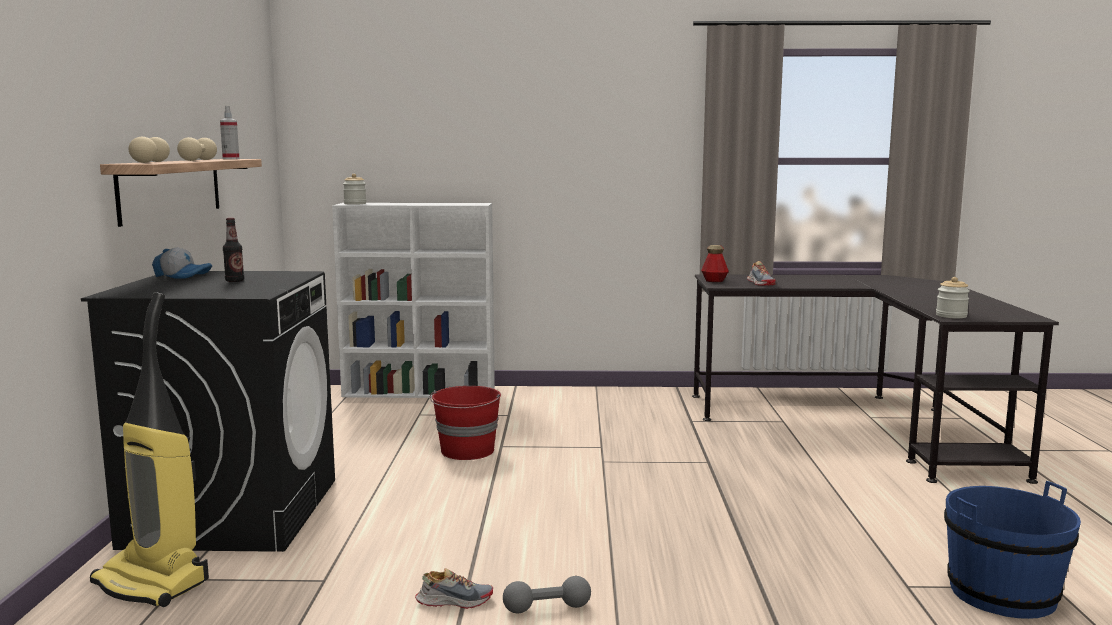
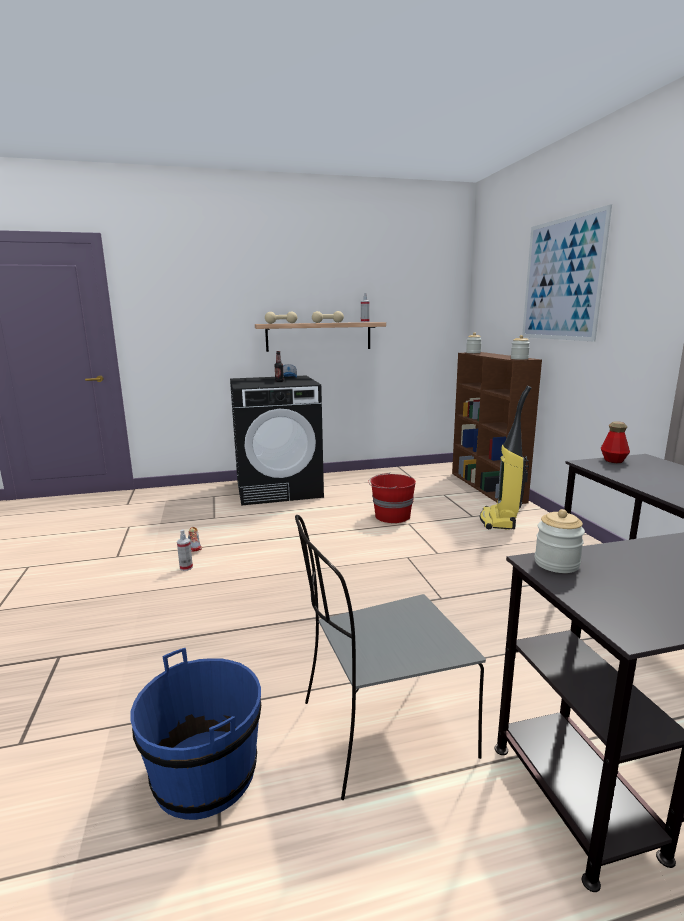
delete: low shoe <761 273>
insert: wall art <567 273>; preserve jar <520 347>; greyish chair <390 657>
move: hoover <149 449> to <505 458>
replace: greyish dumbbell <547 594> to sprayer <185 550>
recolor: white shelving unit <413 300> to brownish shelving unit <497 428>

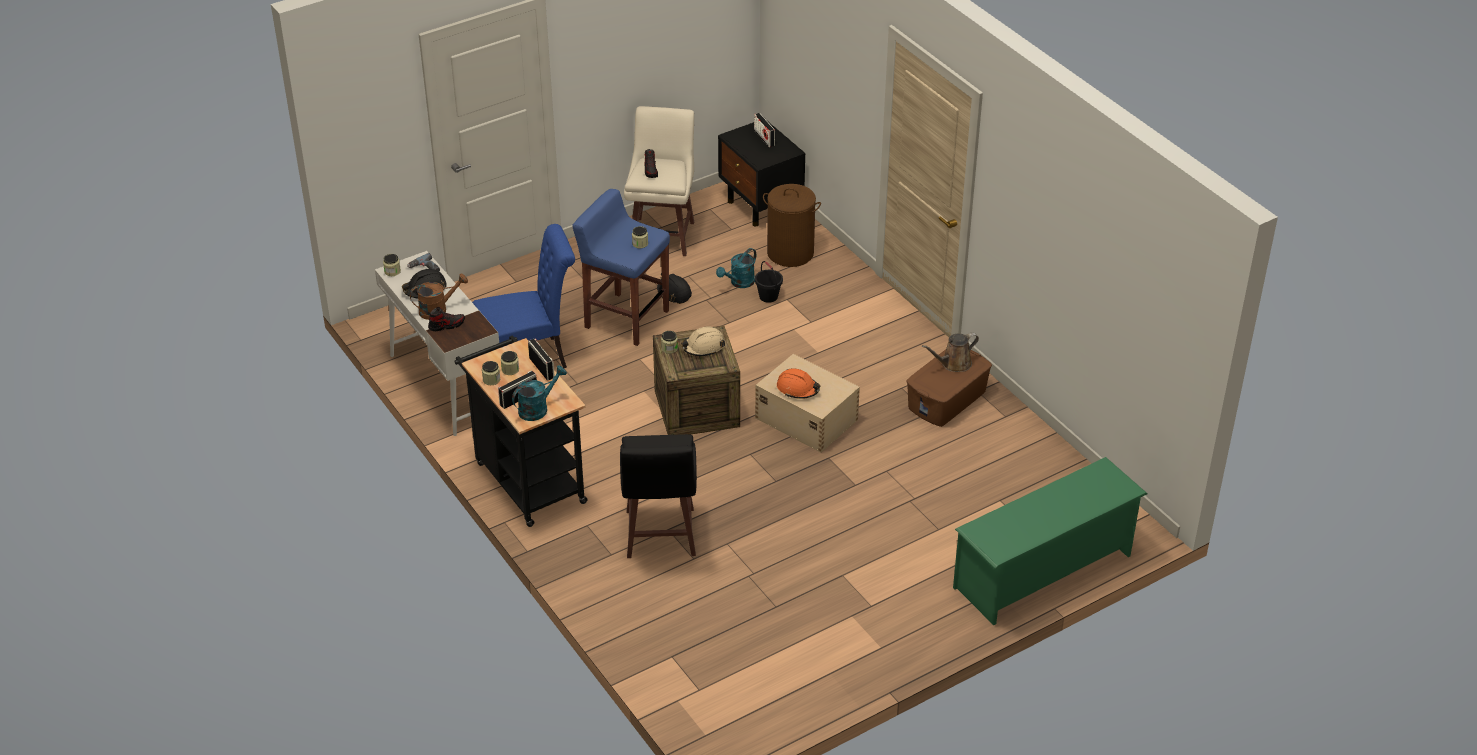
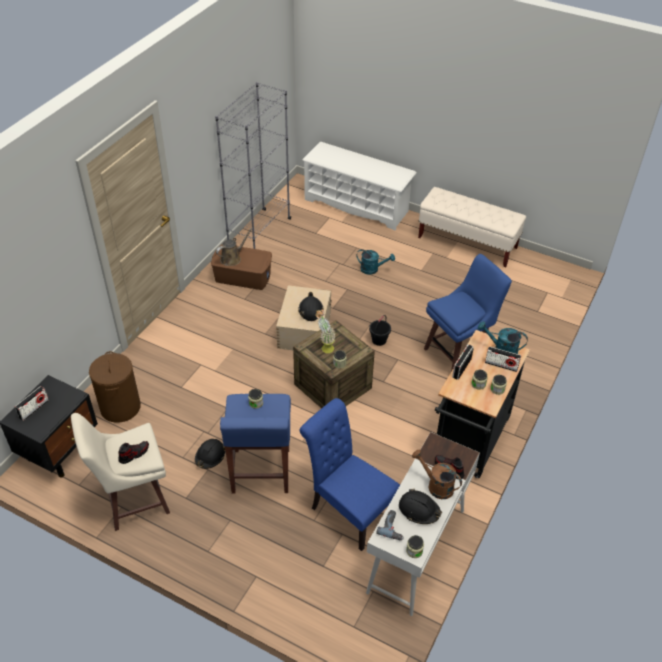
insert: greyish shelving unit <253 165>; sand-coloured bench <472 227>
move: blue-green sprinkling can <736 268> to <375 262>; black-coloured water bucket <769 282> to <380 330>
replace: sand-coloured hard hat <703 341> to potted plant <325 331>
recolor: orangey hard hat <798 383> to black-coloured hard hat <311 306>; black-coloured stool <658 496> to blue stool <468 312>; green-coloured shoe rack <1050 541> to white shoe rack <359 186>
rotate: brownish sprinkling can <950 352> = <234 247> 75 degrees counterclockwise

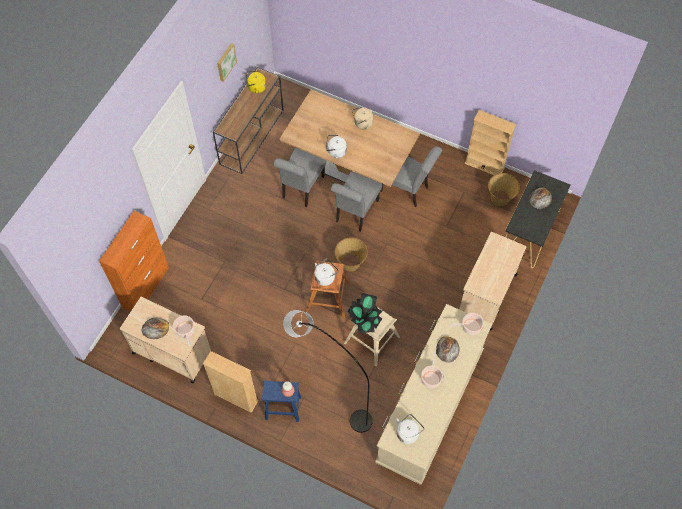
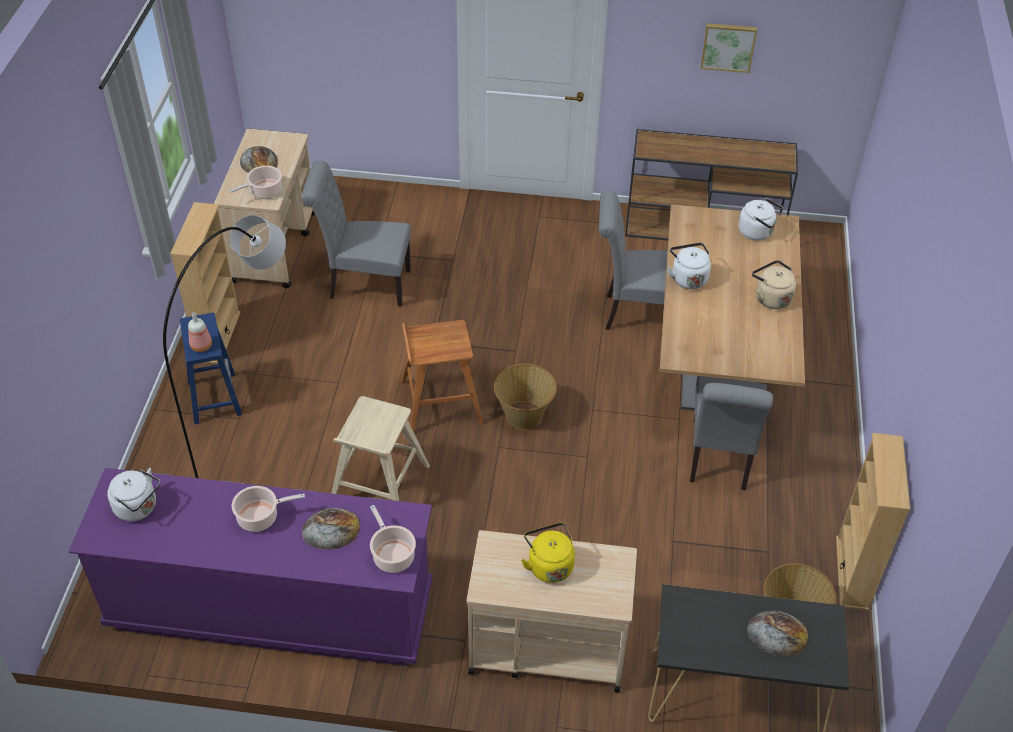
delete: orangey cabinet <134 261>; potted plant <364 313>
move: yellow water kettle <256 82> to <548 553>; greyish chair <356 201> to <356 233>; white water kettle <327 272> to <761 219>
recolor: sand-coloured drawer chest <433 394> to purple drawer chest <250 566>

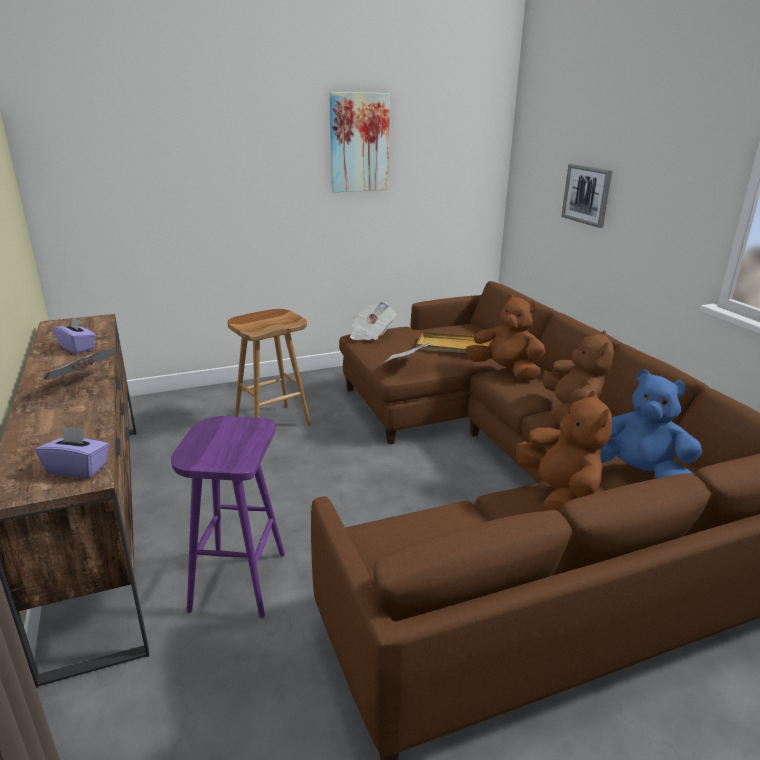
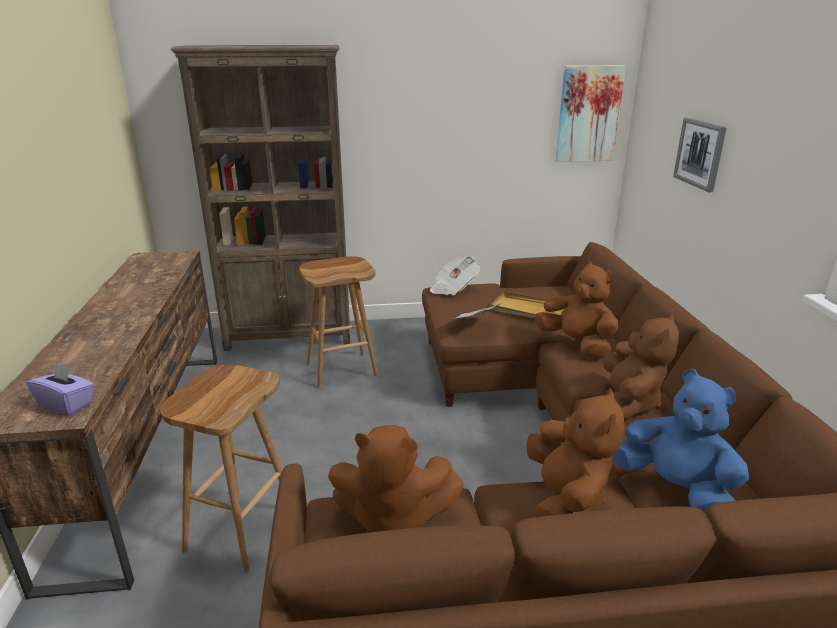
delete: purple tissue box <74 335>; daily paper <79 365>
insert: brownish shelving unit <260 198>; brownish soft toy <396 478>
move: wall art <359 142> to <590 113>
recolor: purple stool <228 517> to brownish stool <221 469>

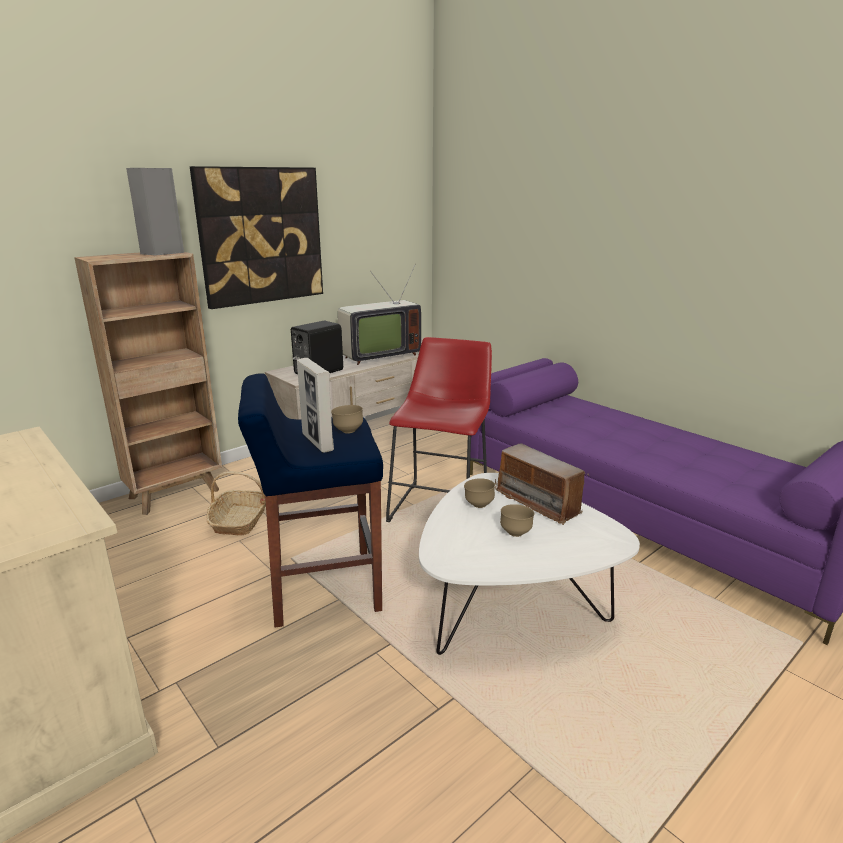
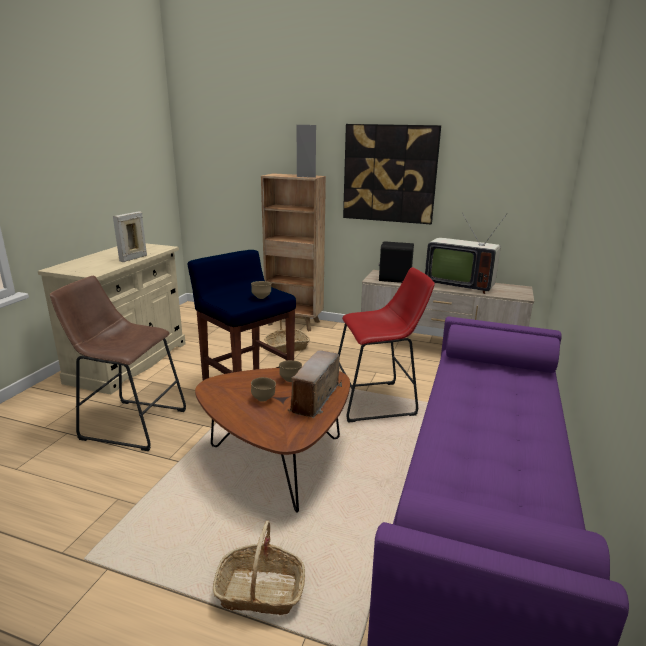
insert: brownish stool <118 363>; storage basket <259 567>
move: photo frame <315 405> to <130 236>
recolor: white low table <529 564> to brownish low table <272 440>

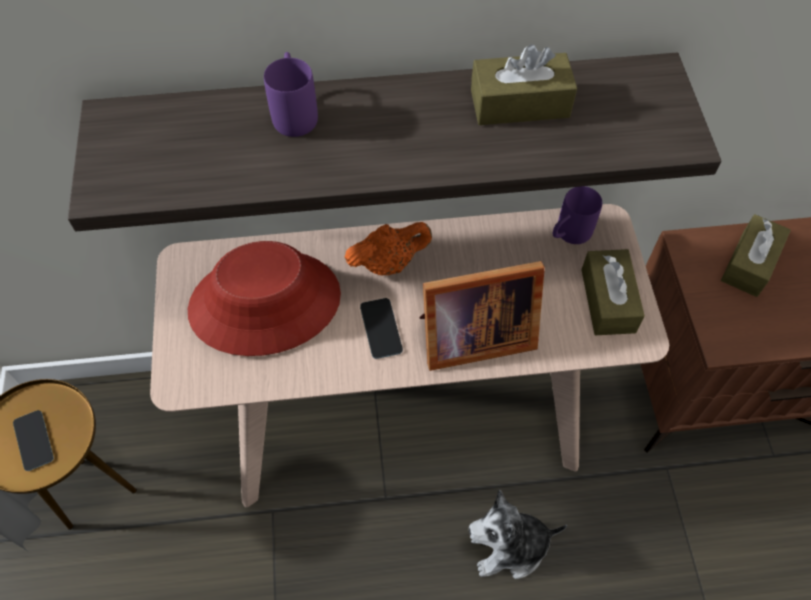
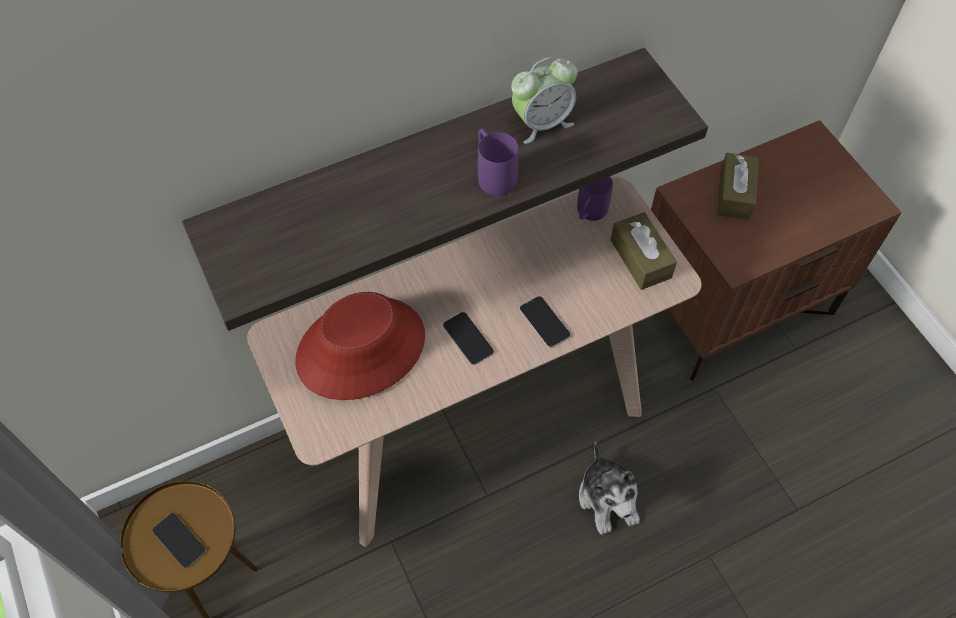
delete: orangey teapot <388 248>
move: purple coffee mug <291 94> to <498 162>
replace: brownish tissue box <524 84> to bedside clock <544 100>; photo frame <482 316> to handset <545 322>
rotate: soft toy <518 534> = <609 488> 75 degrees counterclockwise

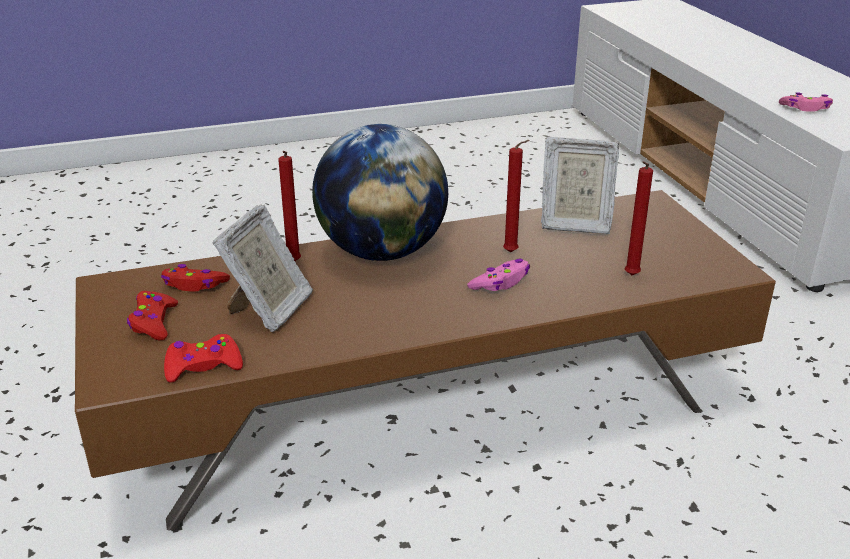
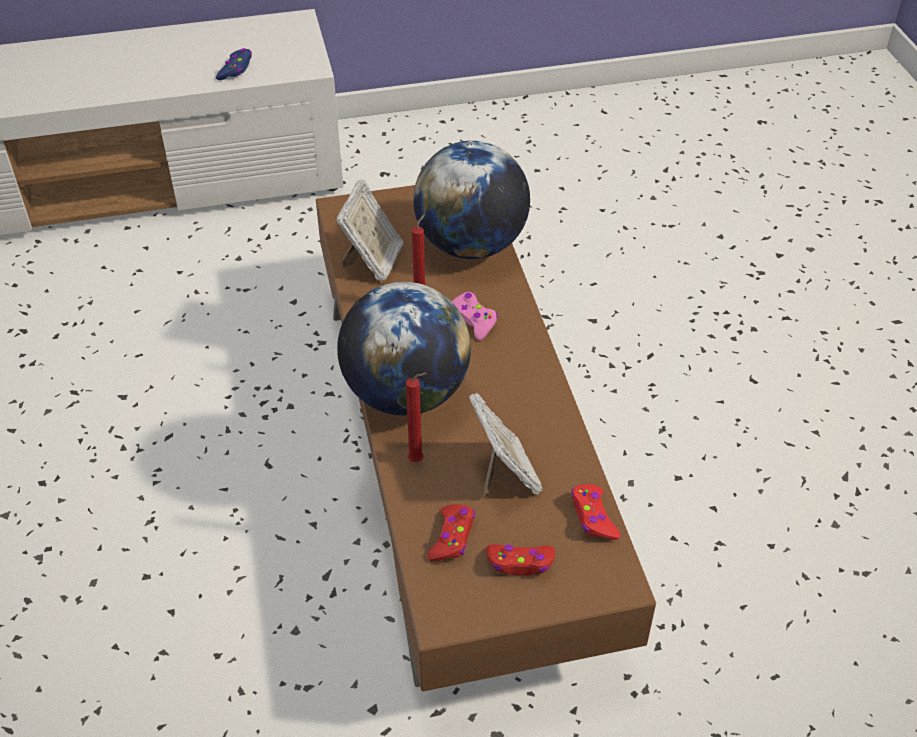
replace: red wax candle <639 218> to globe <471 200>
recolor: pink-coloured gamepad <806 102> to blue gamepad <234 64>
rotate: photo frame <263 268> = <505 445> 45 degrees clockwise

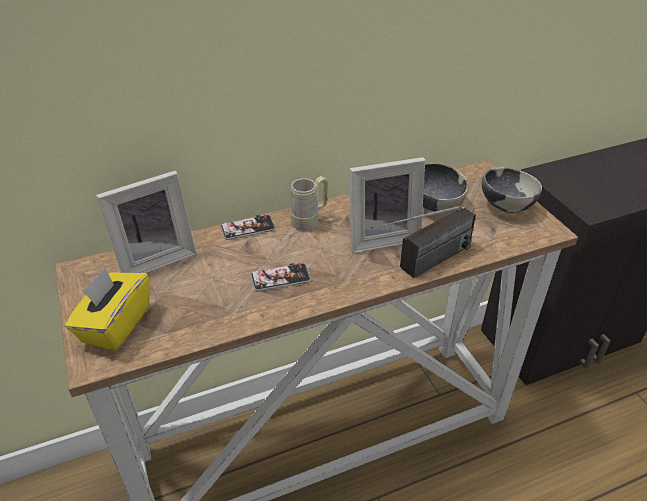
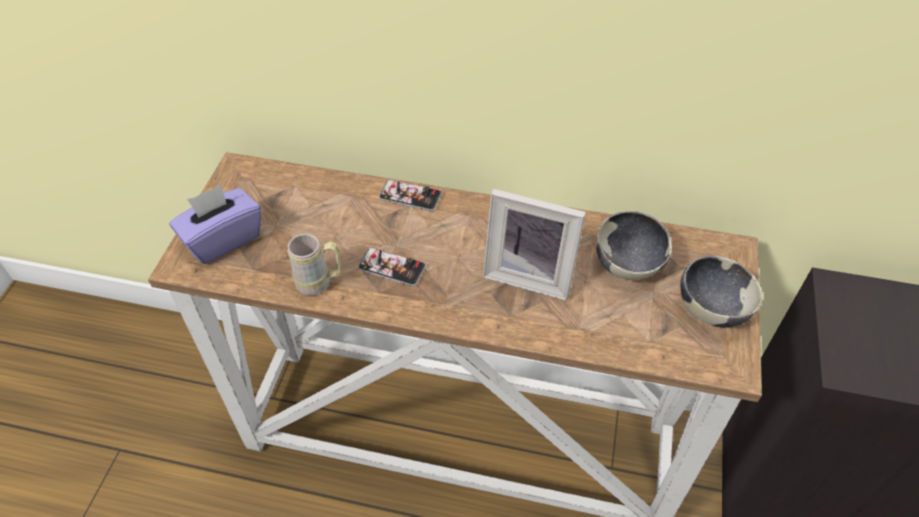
delete: photo frame <146 222>; radio receiver <423 242>
move: sand-coloured coffee mug <309 203> to <315 265>
recolor: yellow tissue box <107 309> to purple tissue box <215 224>

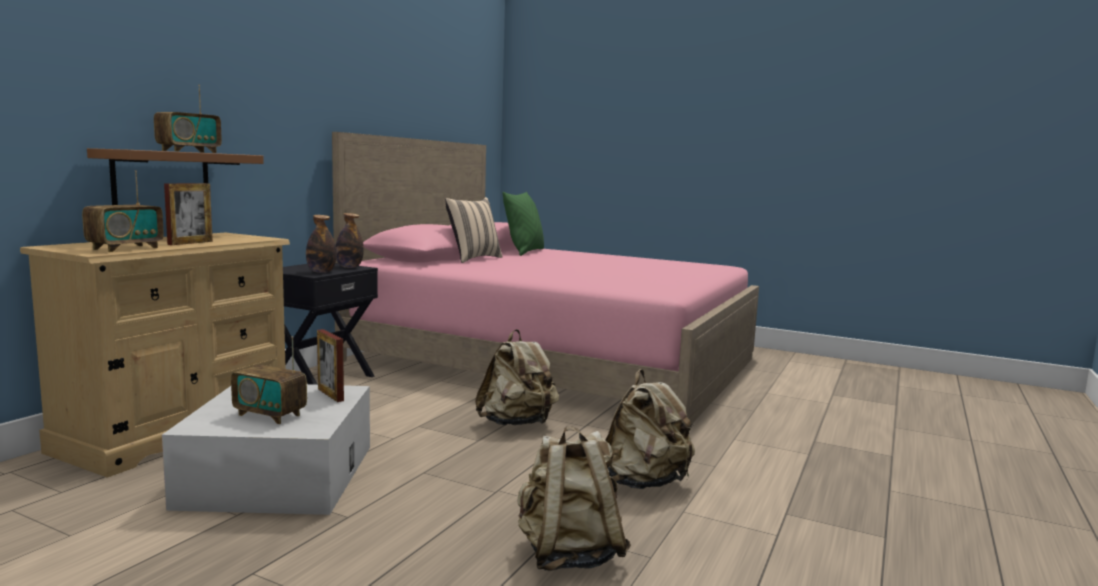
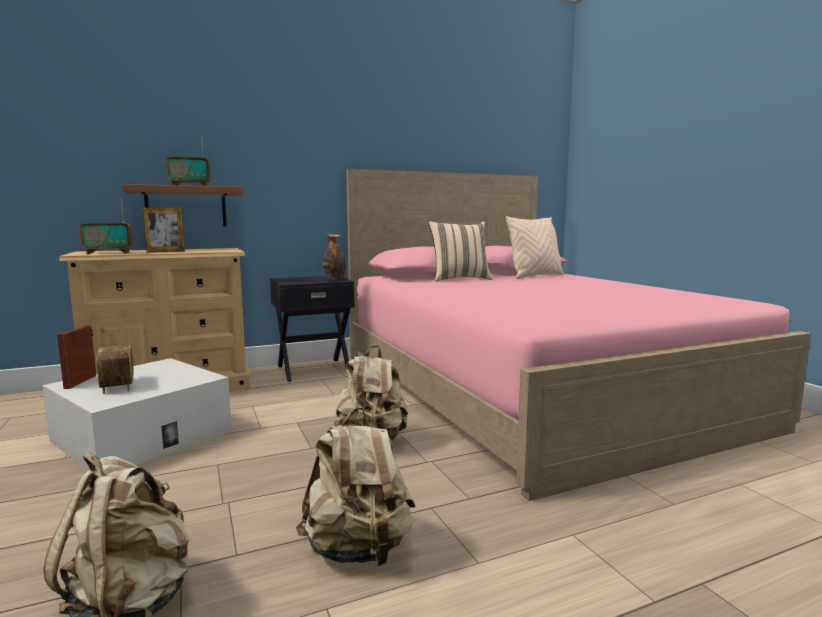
delete: beverage bottle <321 244>
move: photo frame <330 365> to <76 357>
recolor: green-coloured cushion <523 224> to sand-coloured cushion <534 247>

